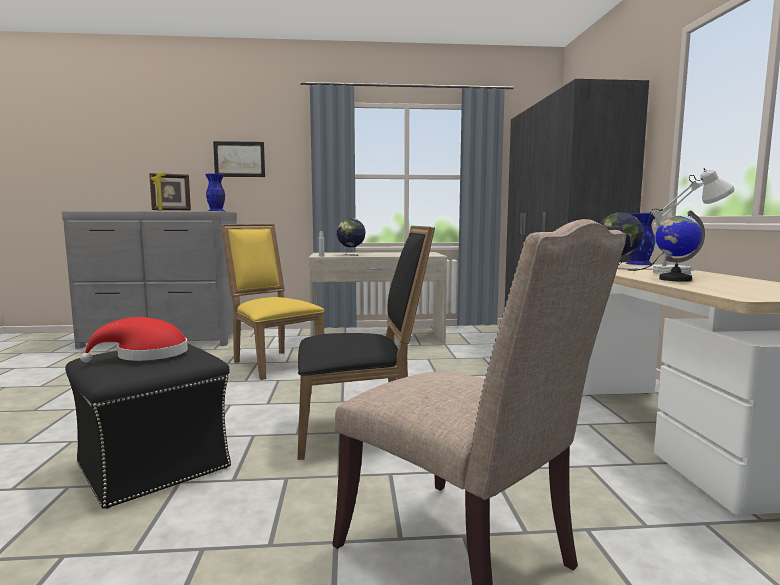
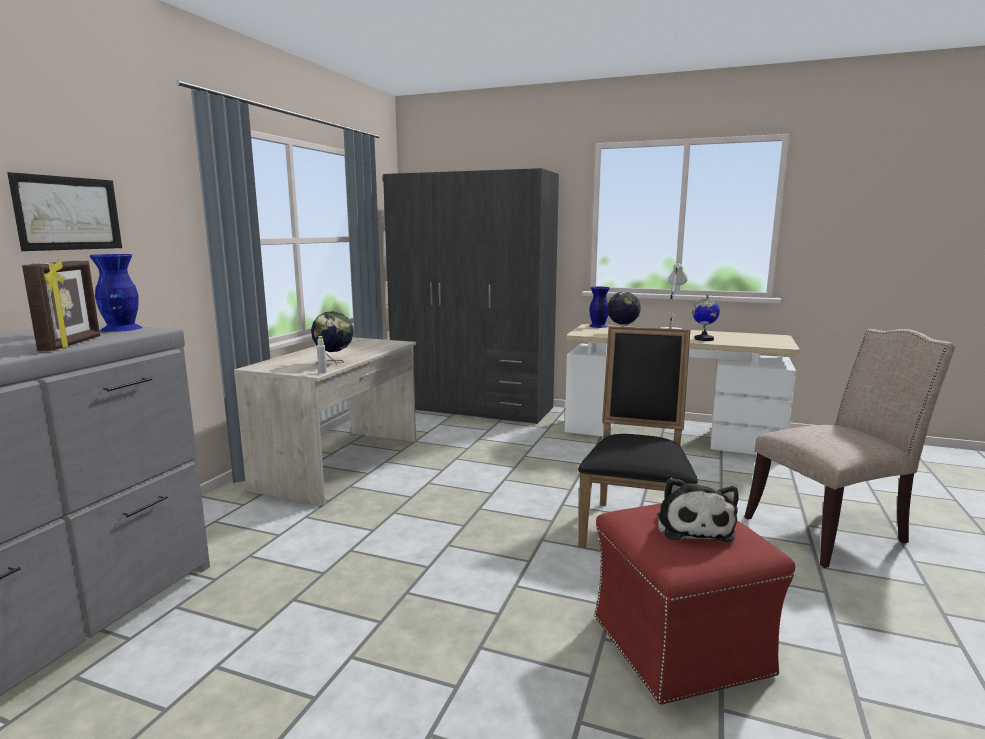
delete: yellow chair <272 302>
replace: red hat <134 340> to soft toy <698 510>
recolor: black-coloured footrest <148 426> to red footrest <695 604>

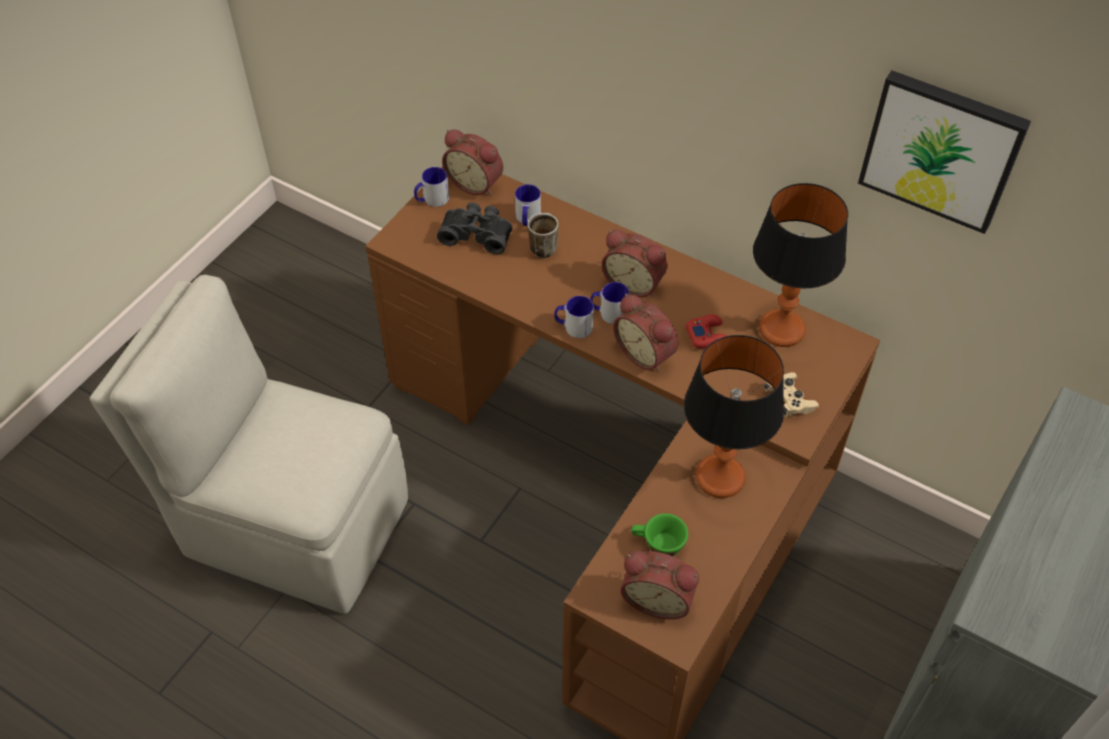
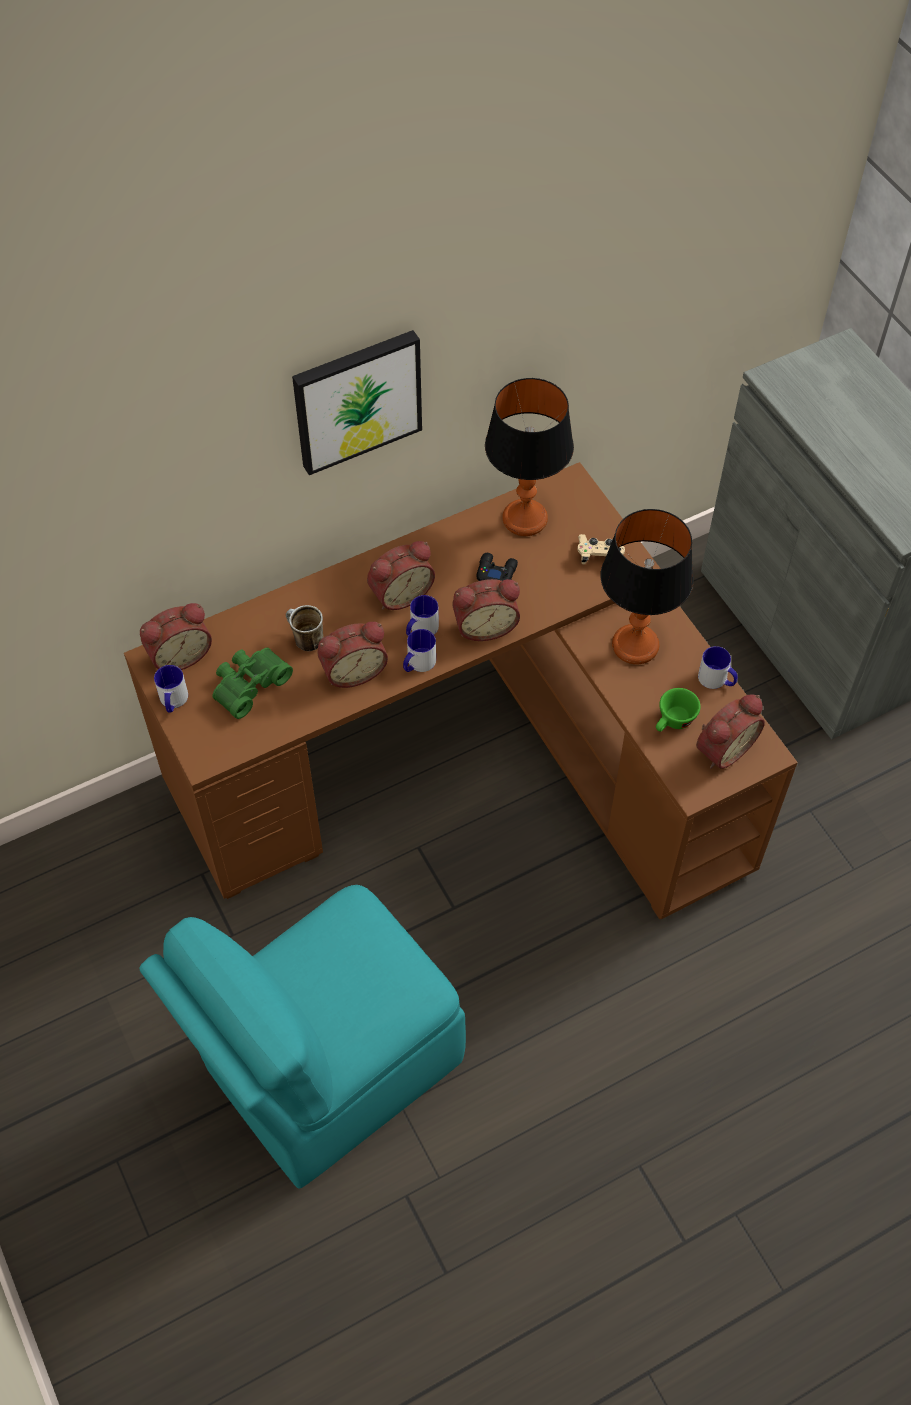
insert: bedside clock <352 655>
move: wall art <944 152> to <357 402>; coffee mug <528 205> to <718 667>
recolor: black-coloured pair of binoculars <475 228> to green-coloured pair of binoculars <252 683>; sand-coloured chair <249 444> to blue-green chair <302 1036>; red gamepad <706 331> to black-coloured gamepad <497 567>

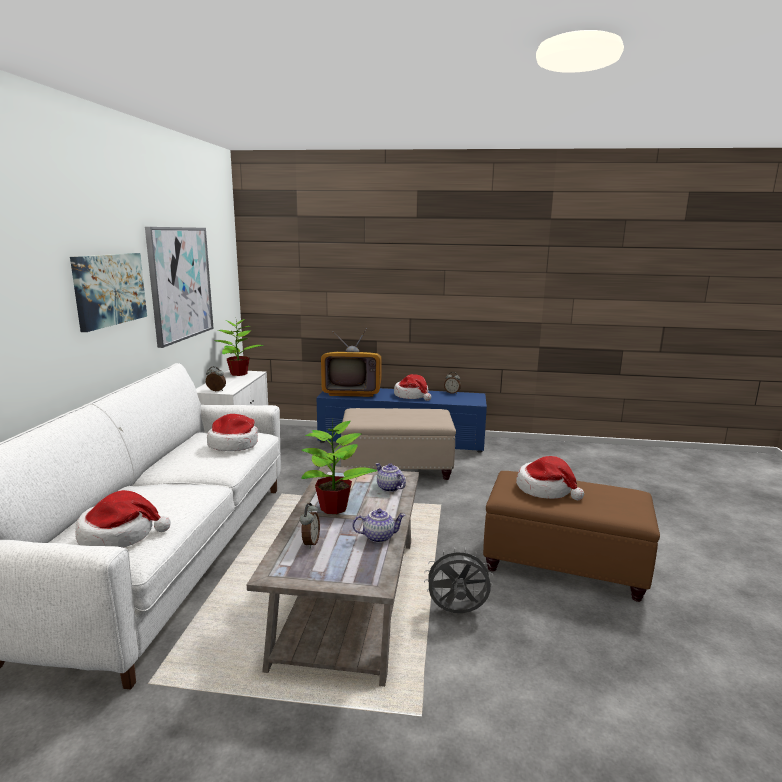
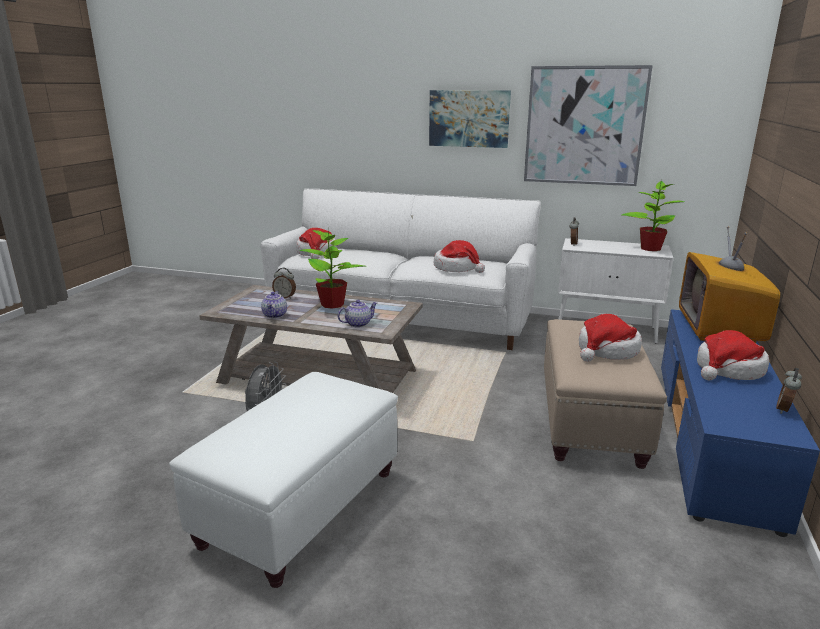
move: hat <550 478> to <610 338>
recolor: brownish footrest <571 536> to white footrest <283 480>

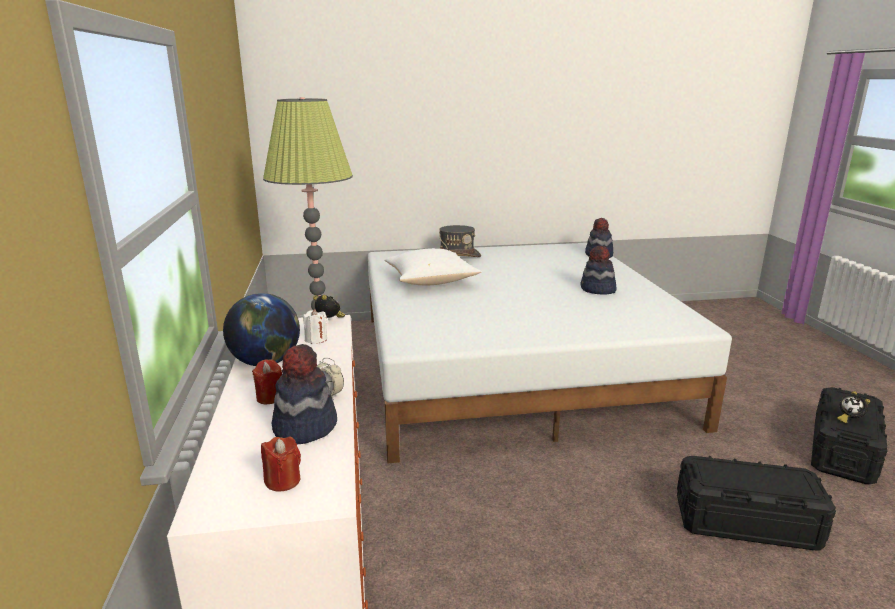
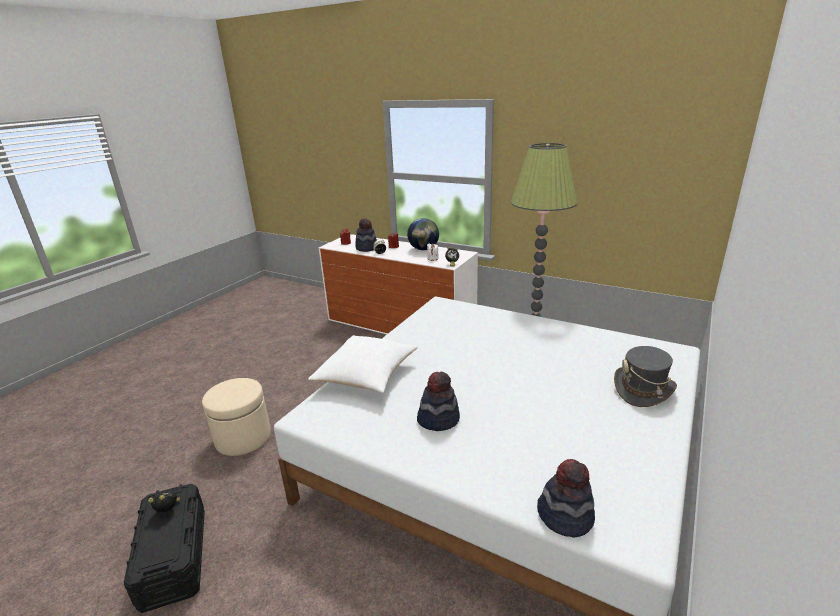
move: white cushion <433 266> to <363 364>
replace: black-coloured storage bin <756 503> to sand-coloured footrest <236 417>

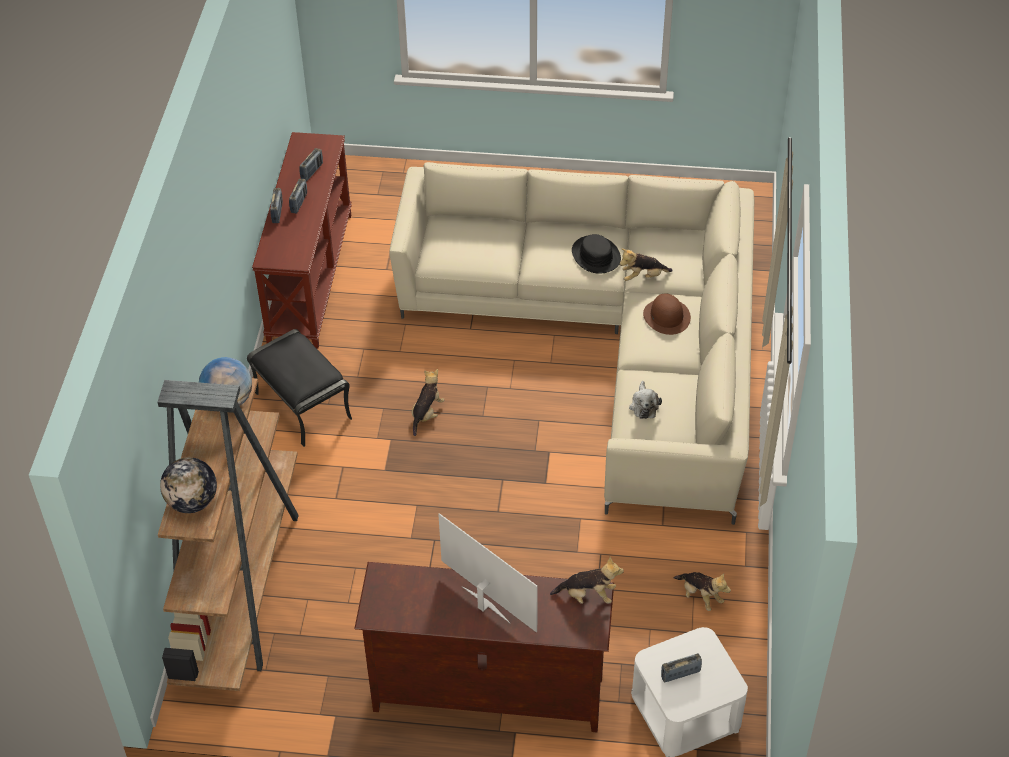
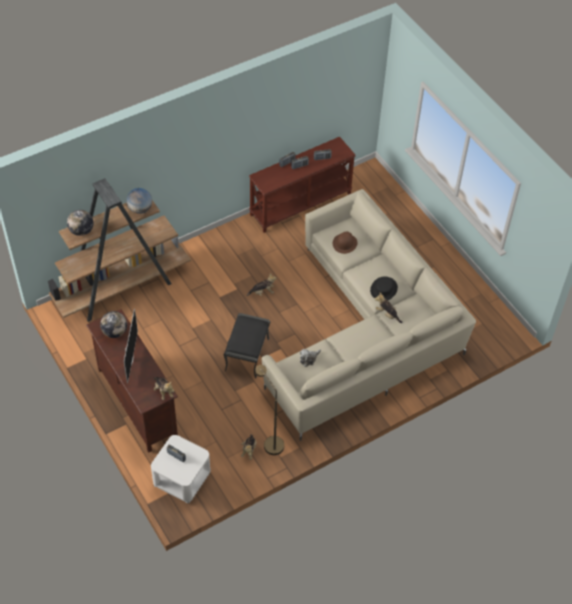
insert: globe <113 324>; brownish standard lamp <269 410>
move: brownish hat <667 314> to <345 243>; black-coloured footrest <299 388> to <247 345>

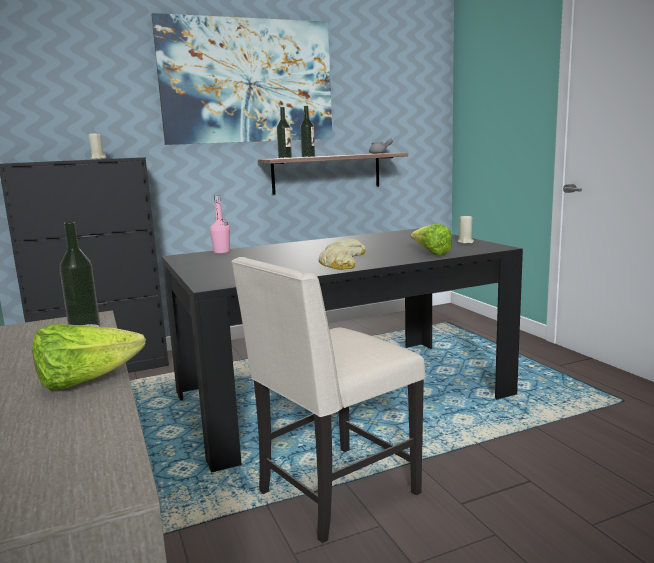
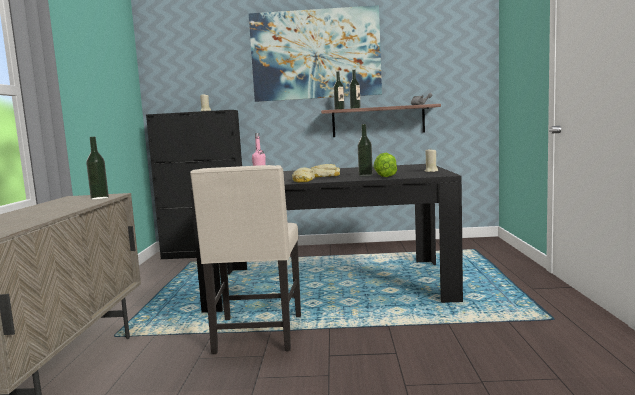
delete: lettuce head <89 357>
insert: beverage bottle <365 150>
rotate: sand-coloured chair <328 400> = <245 259> 75 degrees counterclockwise

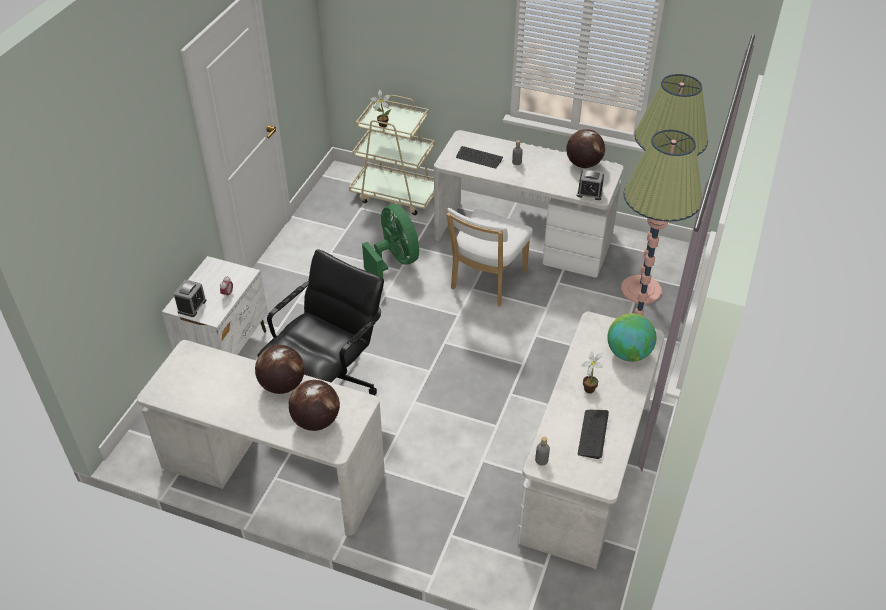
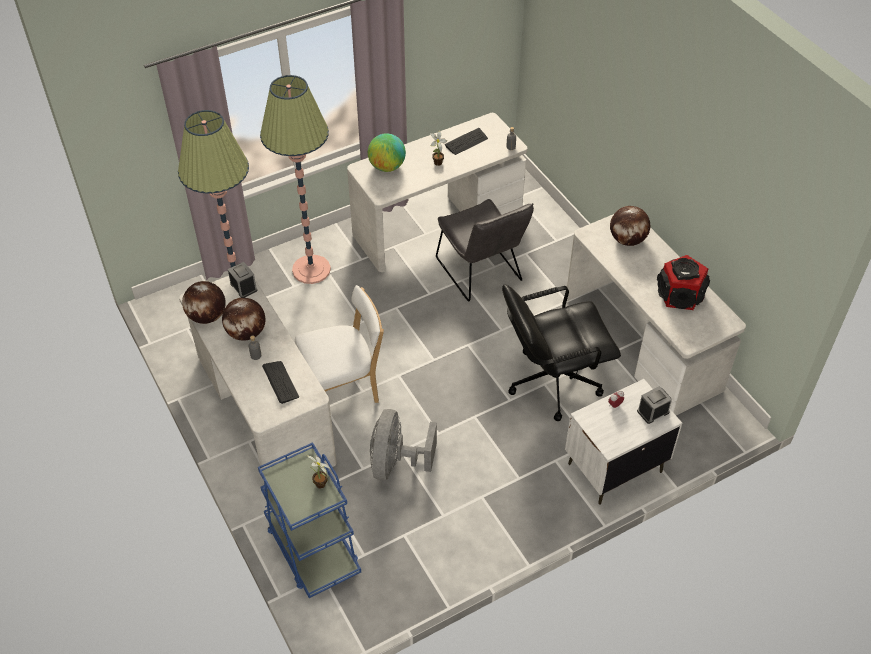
insert: greyish chair <485 250>; speaker <683 282>
move: globe <280 369> to <244 319>
recolor: sand-coloured trolley <391 155> to blue trolley <309 520>; green-coloured electric fan <390 241> to greyish electric fan <403 444>

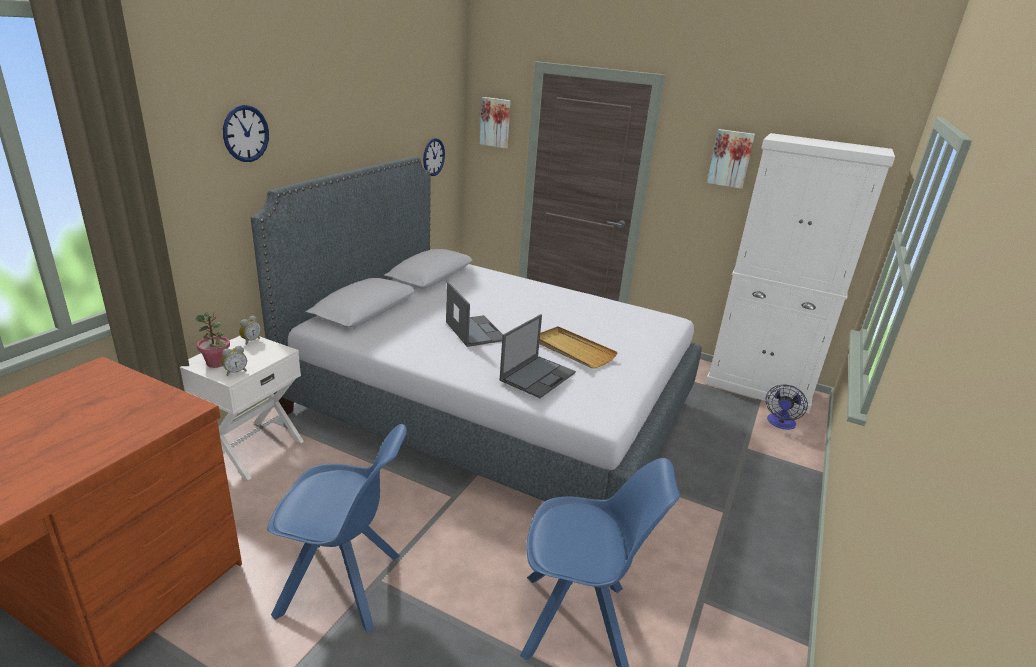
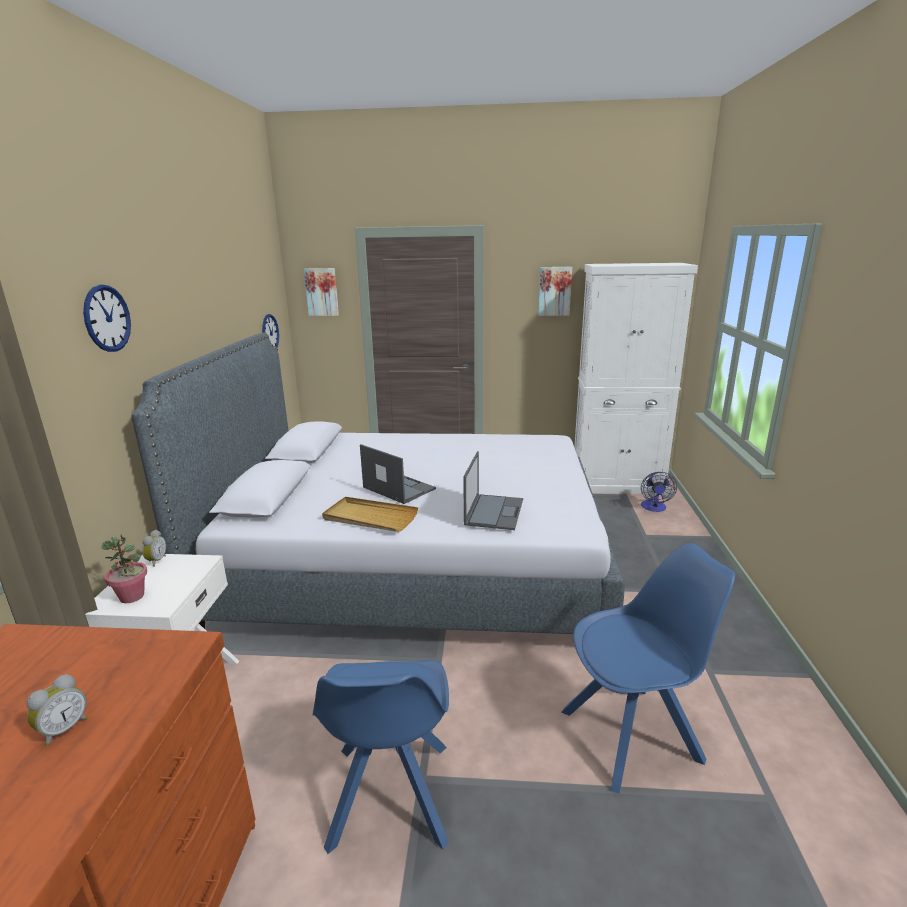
move: sand-coloured tray <578 347> to <370 514>; bedside clock <234 361> to <57 710>
rotate: blue chair <337 528> = <381 757> 105 degrees clockwise

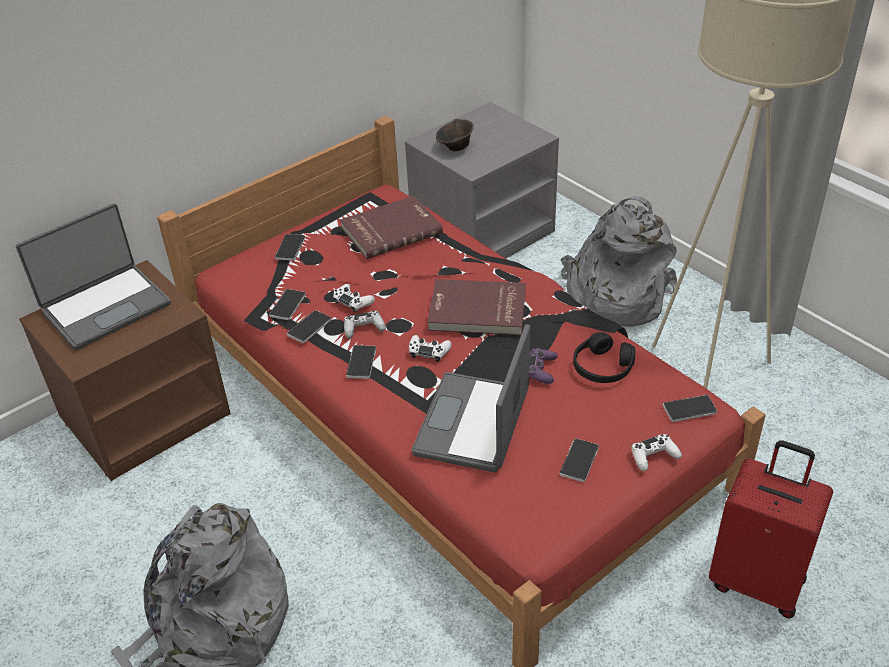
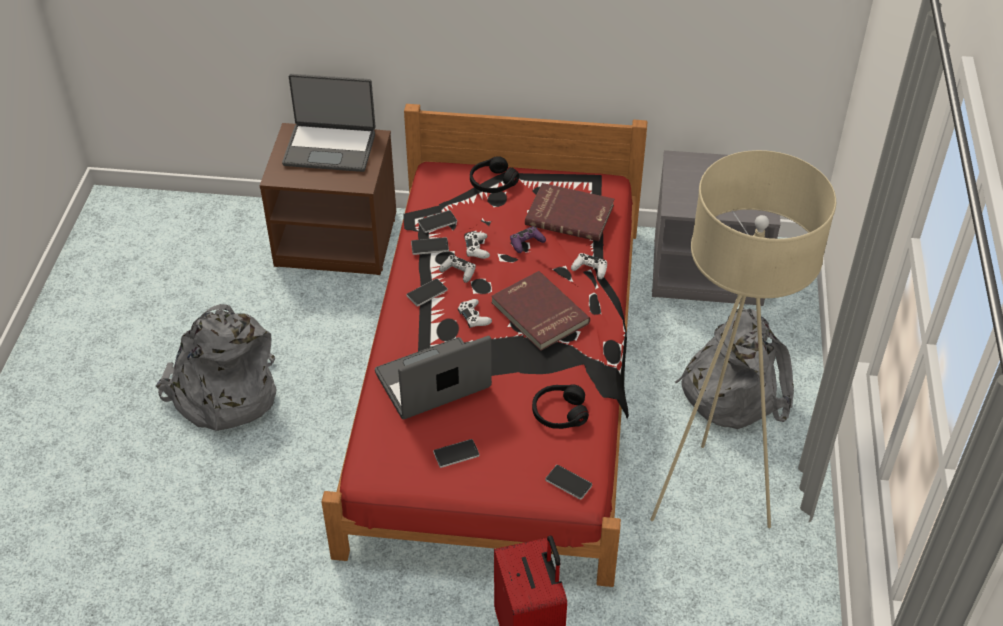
delete: brownish serving bowl <455 135>
move: purple gamepad <543 366> to <528 239>; white gamepad <656 452> to <589 266>
replace: handset <290 247> to black-coloured headset <494 174>

